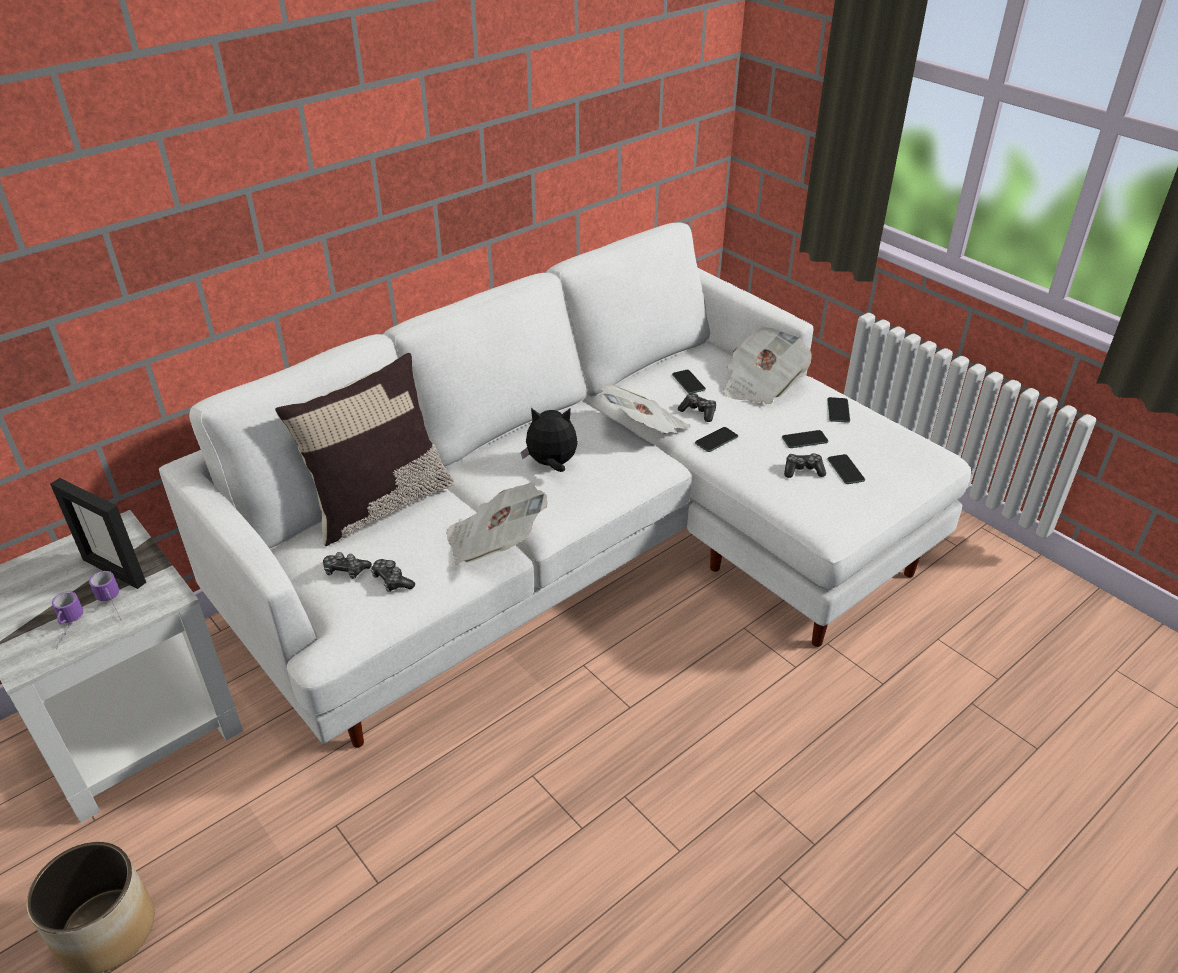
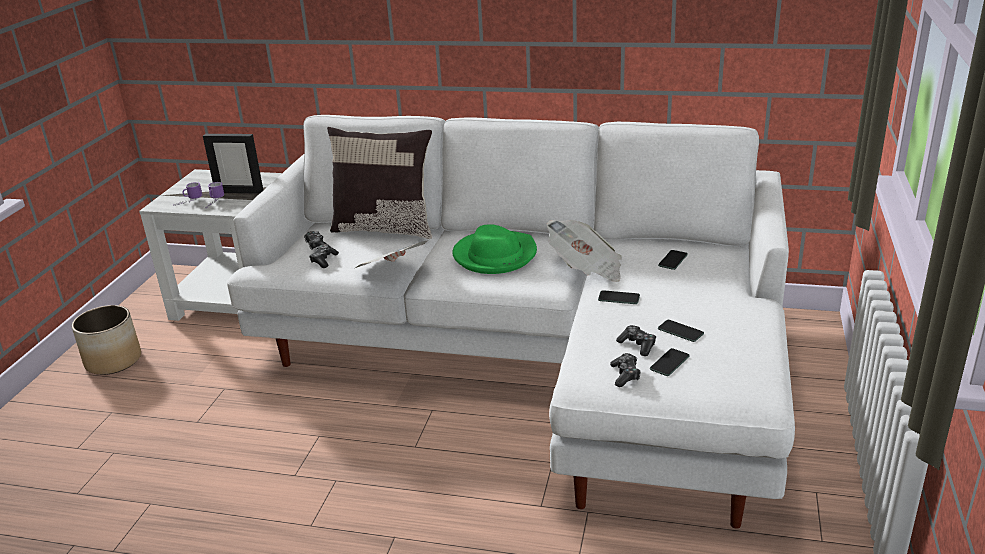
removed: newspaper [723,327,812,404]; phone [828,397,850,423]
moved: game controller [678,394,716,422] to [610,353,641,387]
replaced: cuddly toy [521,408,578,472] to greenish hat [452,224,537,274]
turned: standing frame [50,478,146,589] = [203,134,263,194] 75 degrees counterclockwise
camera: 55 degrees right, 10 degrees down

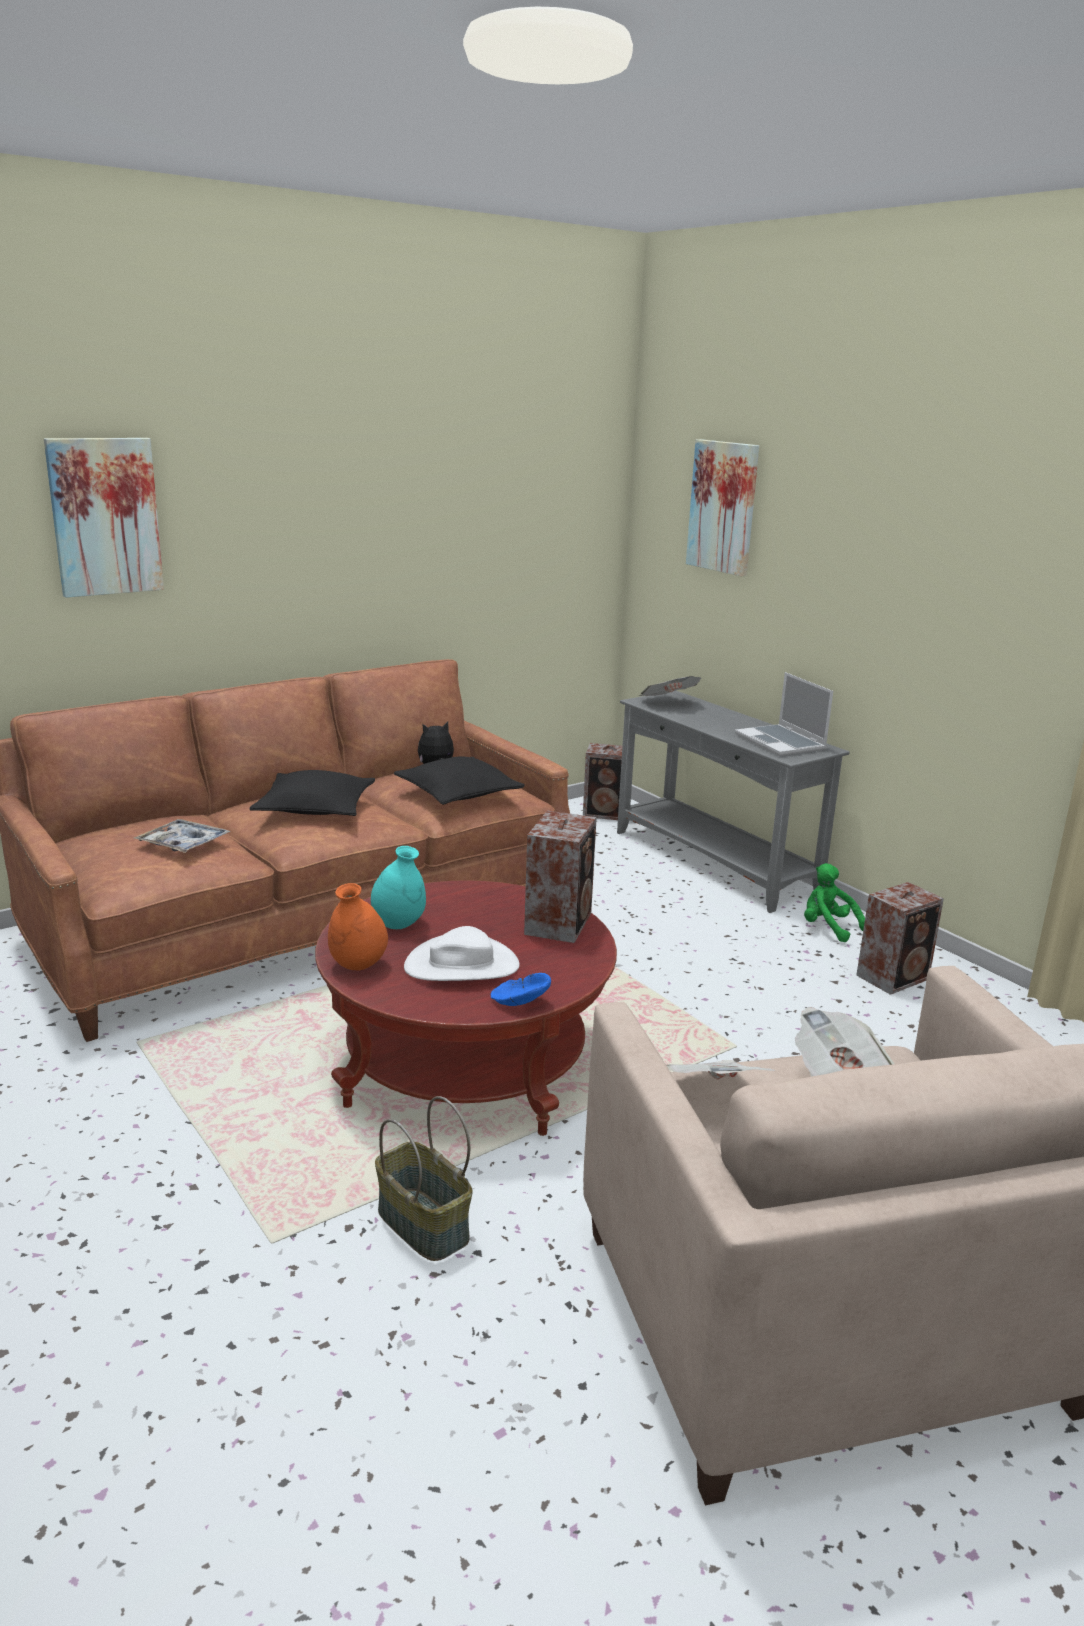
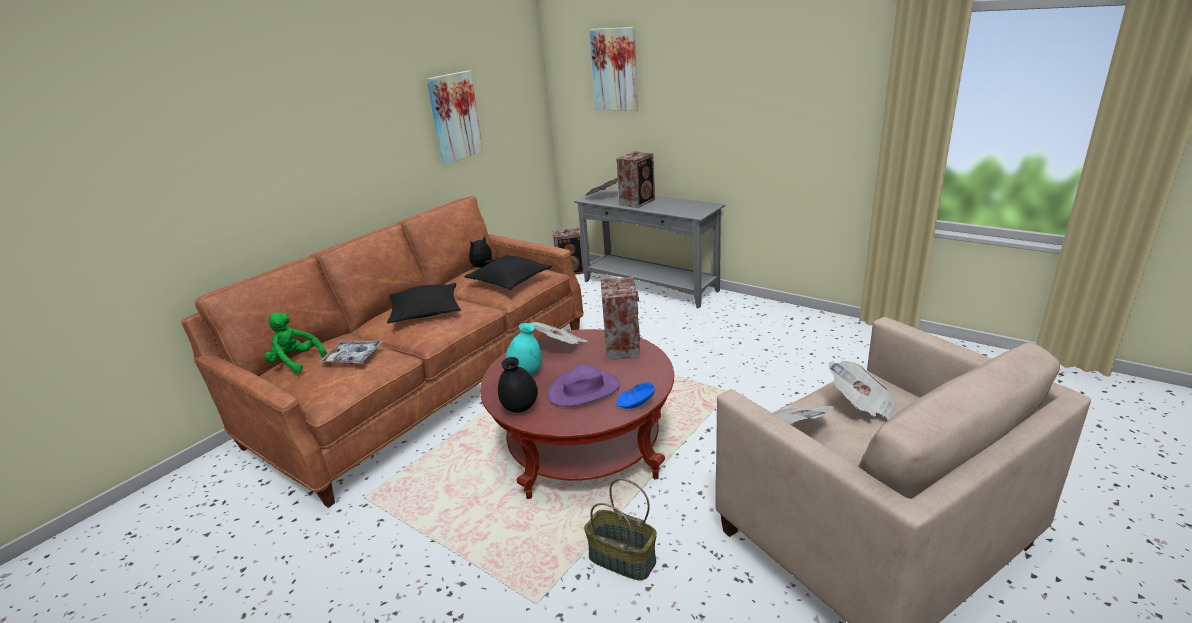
removed: notebook computer [735,672,833,756]
added: newspaper [530,322,588,344]
moved: wall picture [44,438,164,598] to [426,71,483,164]; greenish cuddly toy [804,863,865,942] to [264,312,327,374]; speaker [856,882,944,995] to [616,151,655,208]
recoloured: orange vase [328,883,388,971] to black-coloured vase [498,357,538,413]; whitish hat [404,926,520,981] to purplish hat [548,364,620,407]
camera: 15 degrees left, 5 degrees up

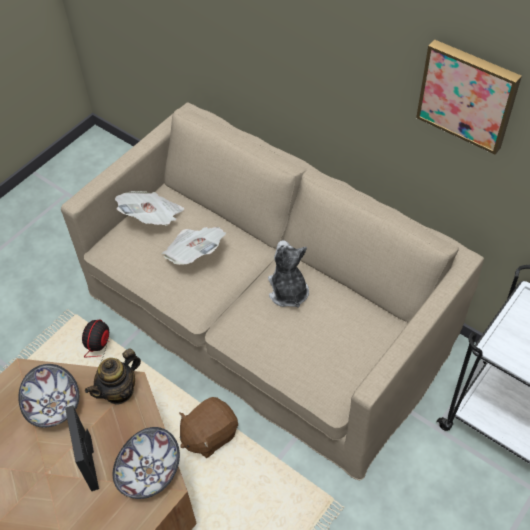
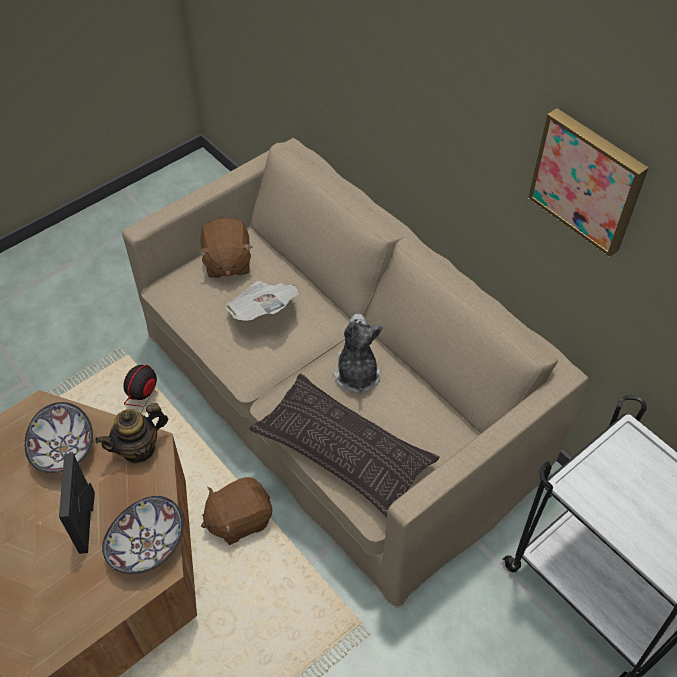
added: throw pillow [249,374,439,517]
replaced: newspaper [115,191,184,225] to brownish cuddly toy [198,217,253,278]
camera: 10 degrees right, 0 degrees up

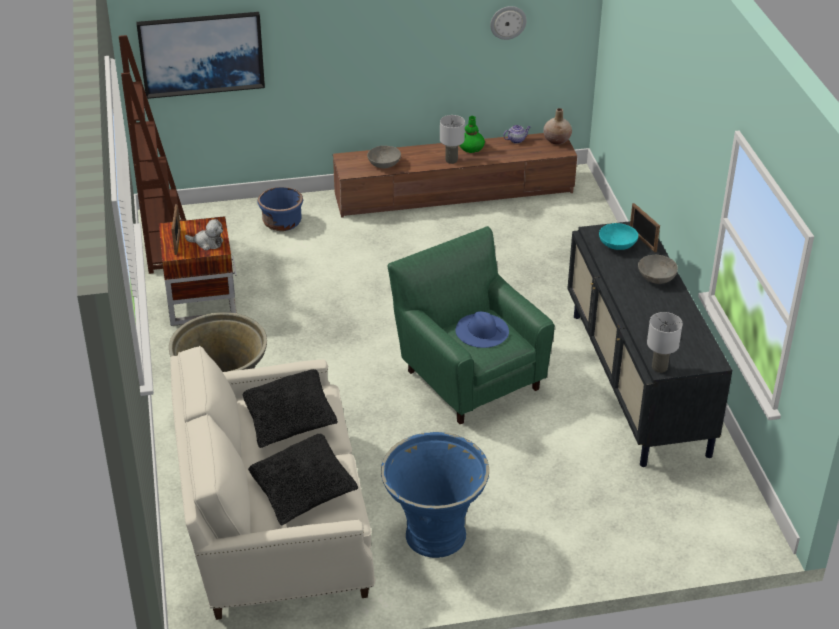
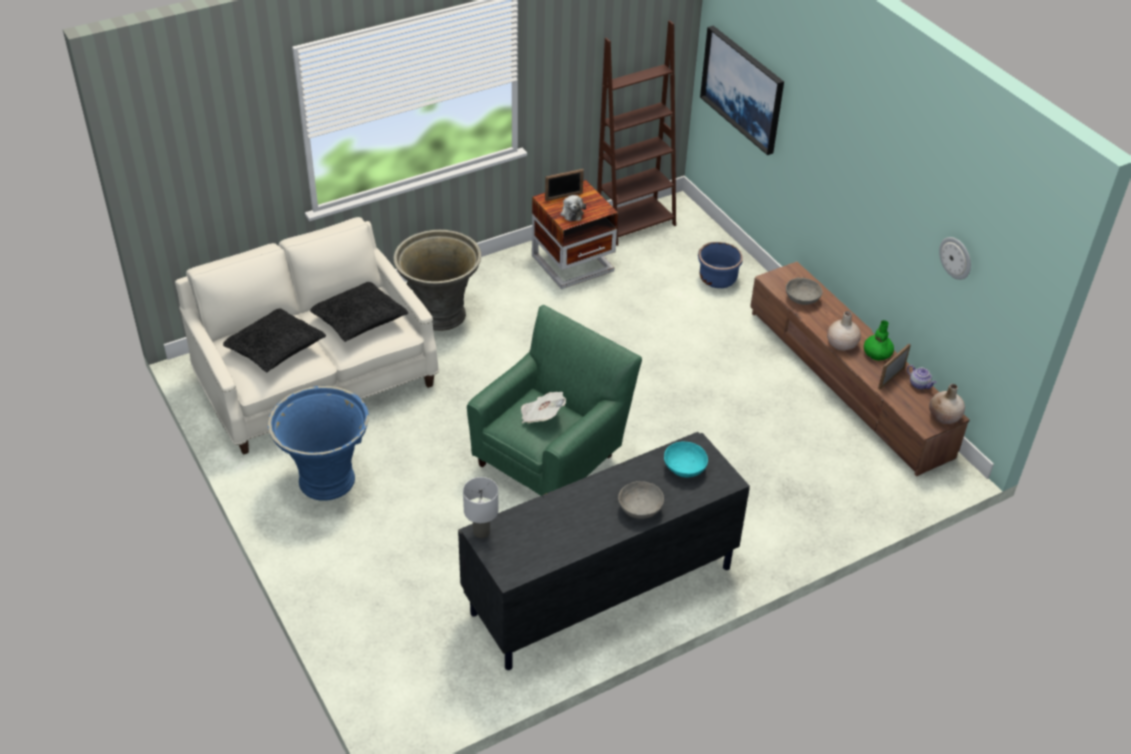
moved: standing frame [630,203,660,252] to [878,344,911,389]
replaced: whitish table lamp [440,115,465,164] to beige vase [827,311,861,351]; blue-coloured hat [455,312,509,348] to newspaper [521,392,566,423]
camera: 70 degrees right, 5 degrees up

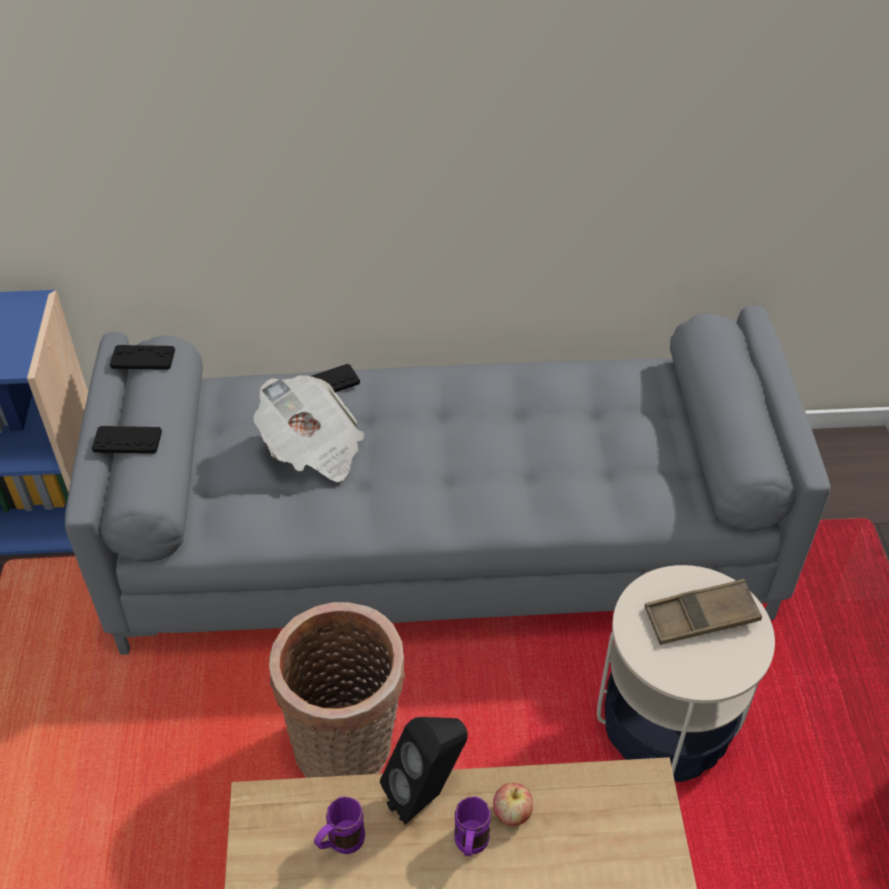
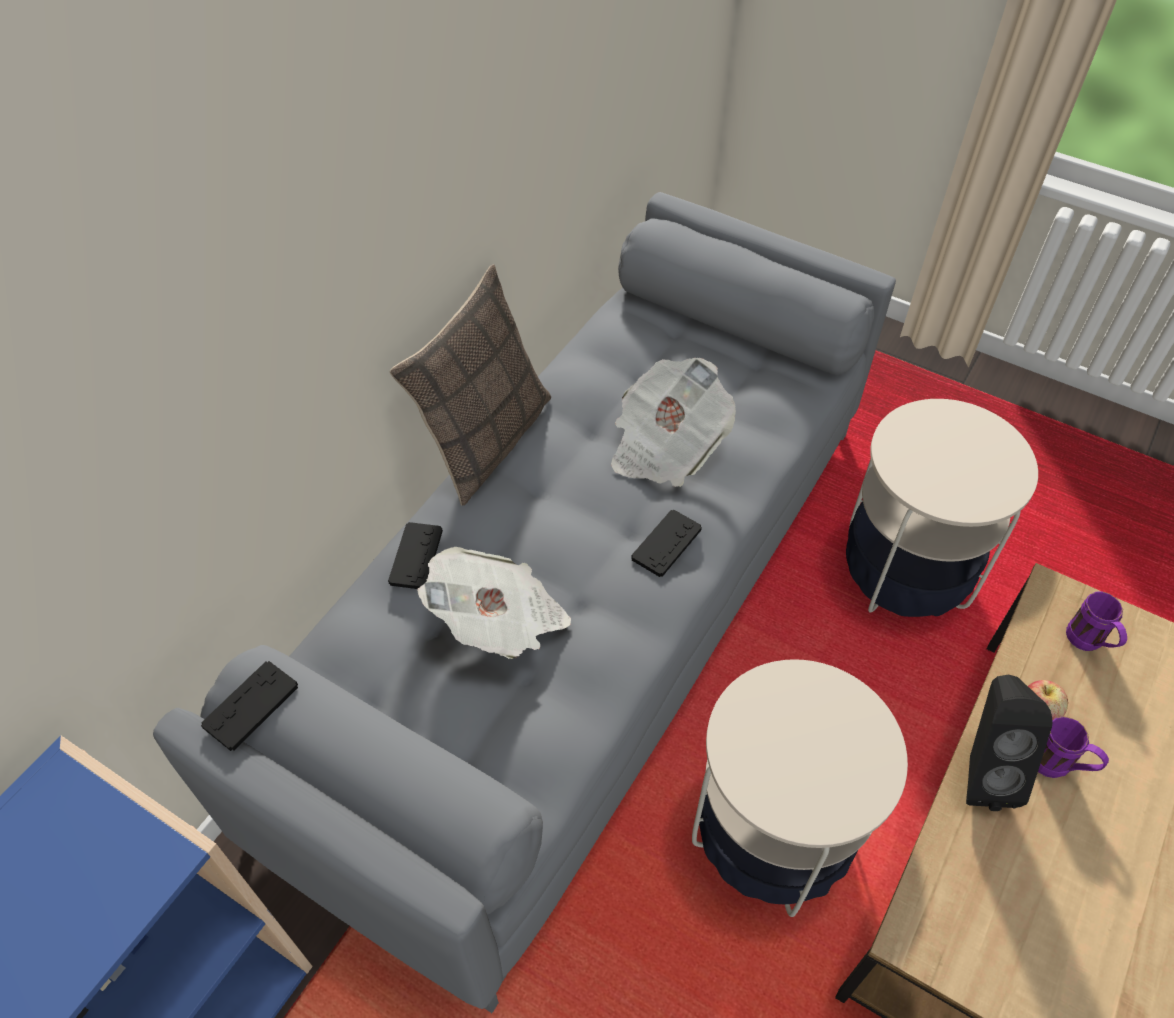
removed: brownish tray [645,579,762,645]
added: throw pillow [390,264,551,506]; newspaper [611,358,736,487]
moved: black-coloured game controller [92,426,162,454] to [631,510,702,577]; purplish coffee mug [314,797,365,854] to [1066,592,1127,651]
replaced: basket [269,602,405,778] to beige accent table [692,659,908,917]
camera: 55 degrees left, 5 degrees up

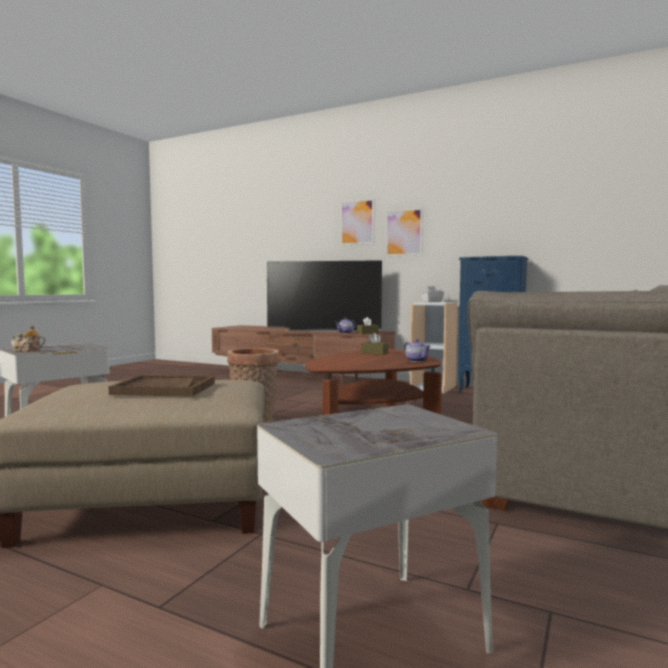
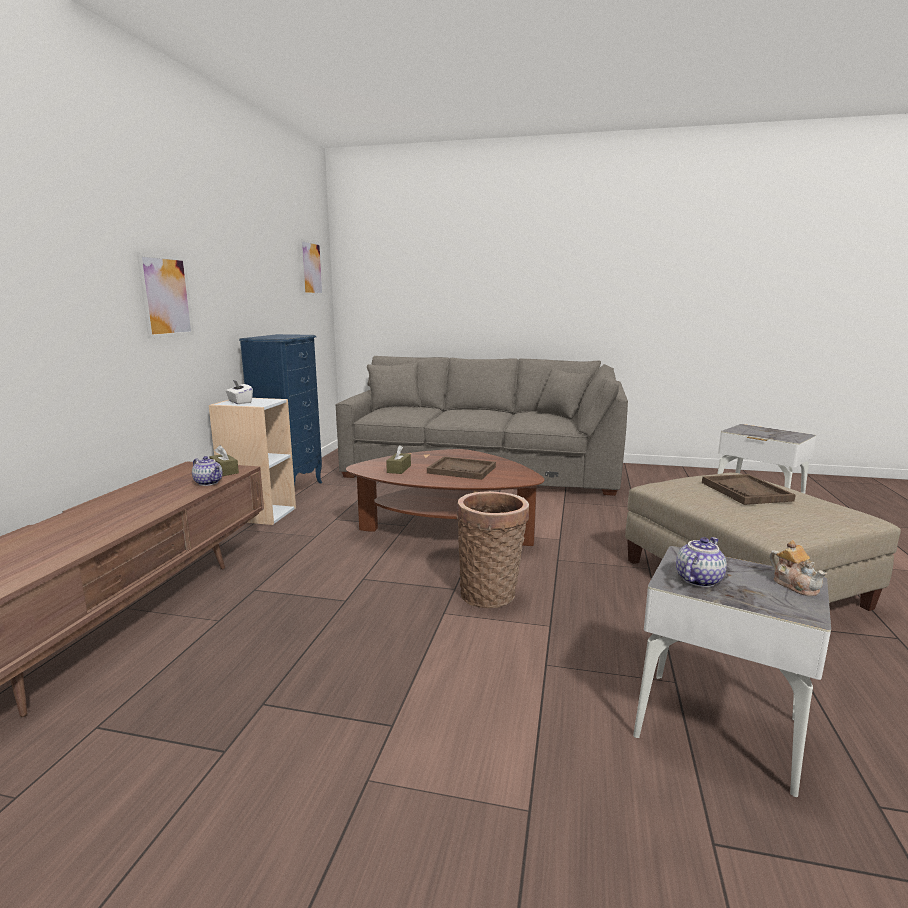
removed: television [267,260,382,332]
added: brownish tray [427,457,496,480]
moved: wall picture [340,198,375,246] to [299,239,324,295]; teapot [404,339,431,362] to [676,537,727,587]
camera: 105 degrees left, 10 degrees up

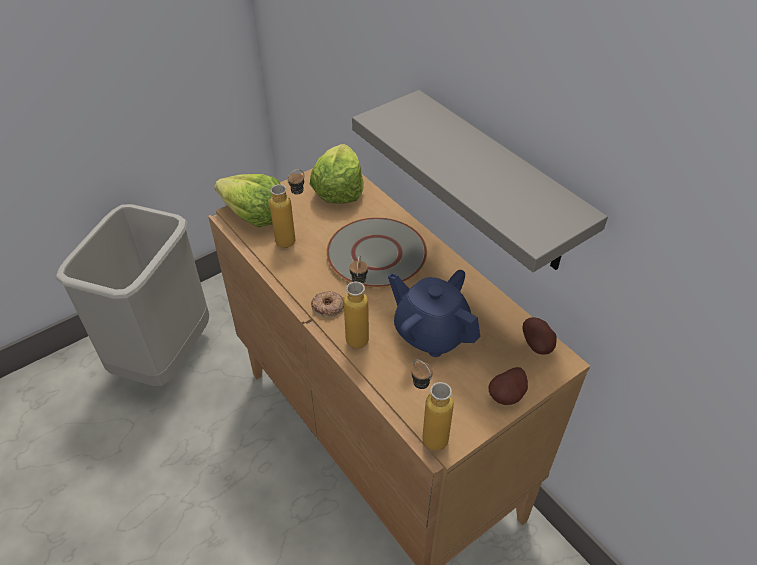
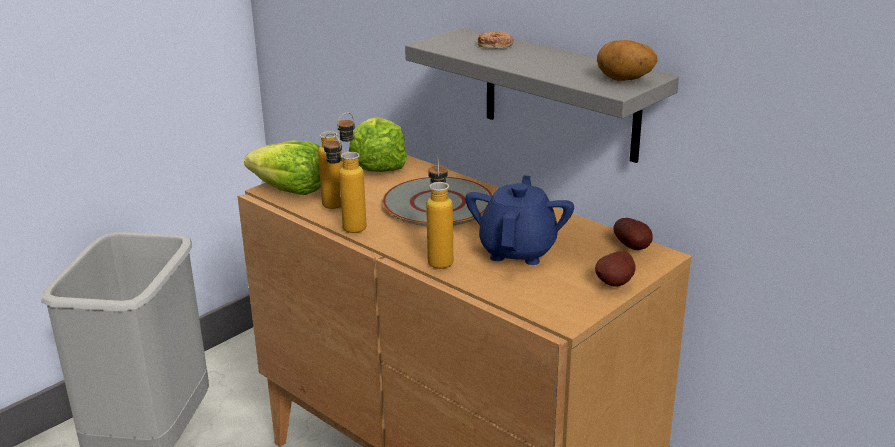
added: spud [597,40,658,81]
moved: doughnut [311,291,344,317] to [478,31,514,48]; bottle [412,359,454,451] to [324,133,367,233]
turned: blue-coloured teapot [388,270,480,357] = [465,175,574,265] 75 degrees clockwise
camera: 10 degrees left, 20 degrees down

